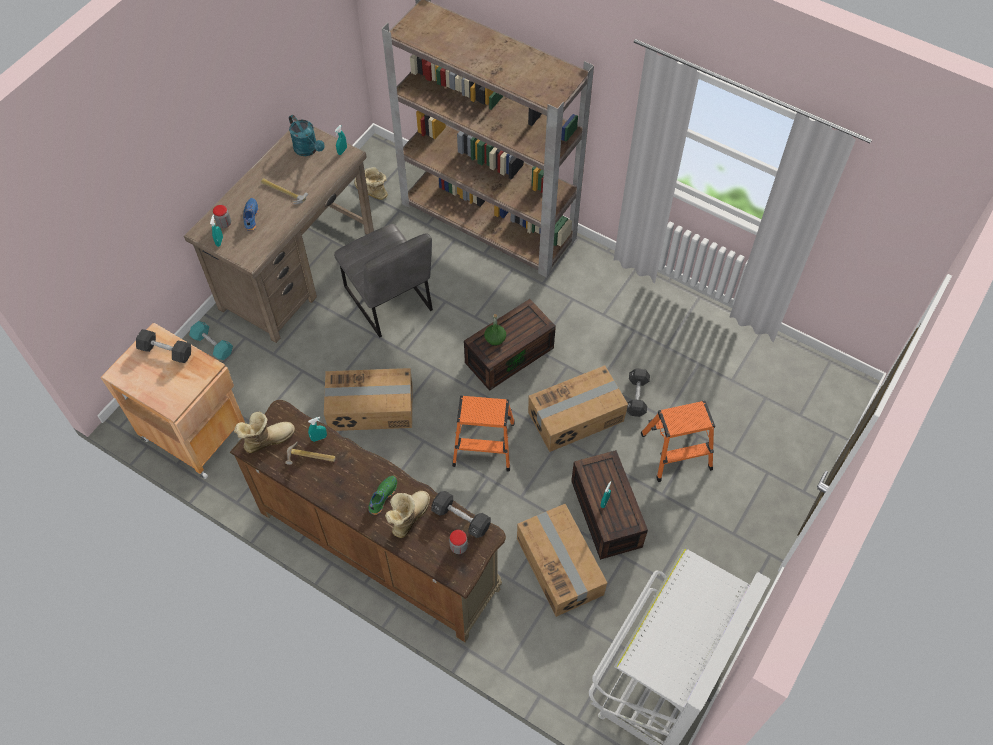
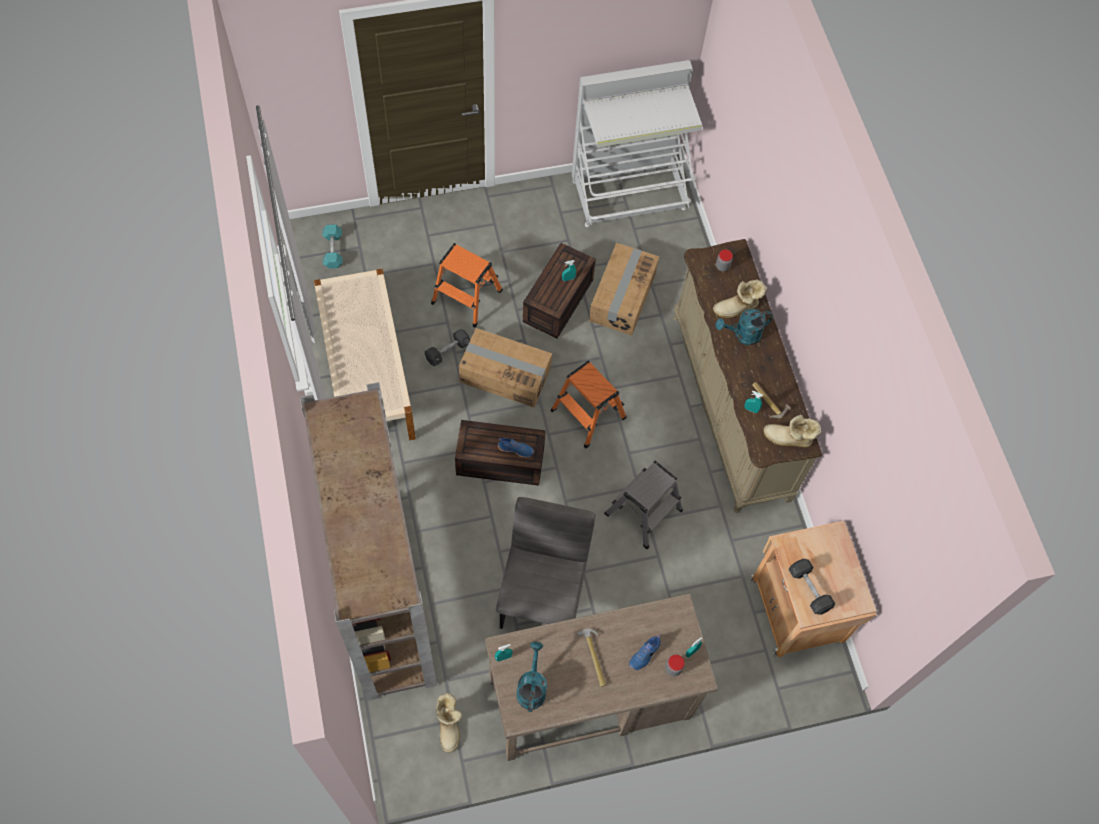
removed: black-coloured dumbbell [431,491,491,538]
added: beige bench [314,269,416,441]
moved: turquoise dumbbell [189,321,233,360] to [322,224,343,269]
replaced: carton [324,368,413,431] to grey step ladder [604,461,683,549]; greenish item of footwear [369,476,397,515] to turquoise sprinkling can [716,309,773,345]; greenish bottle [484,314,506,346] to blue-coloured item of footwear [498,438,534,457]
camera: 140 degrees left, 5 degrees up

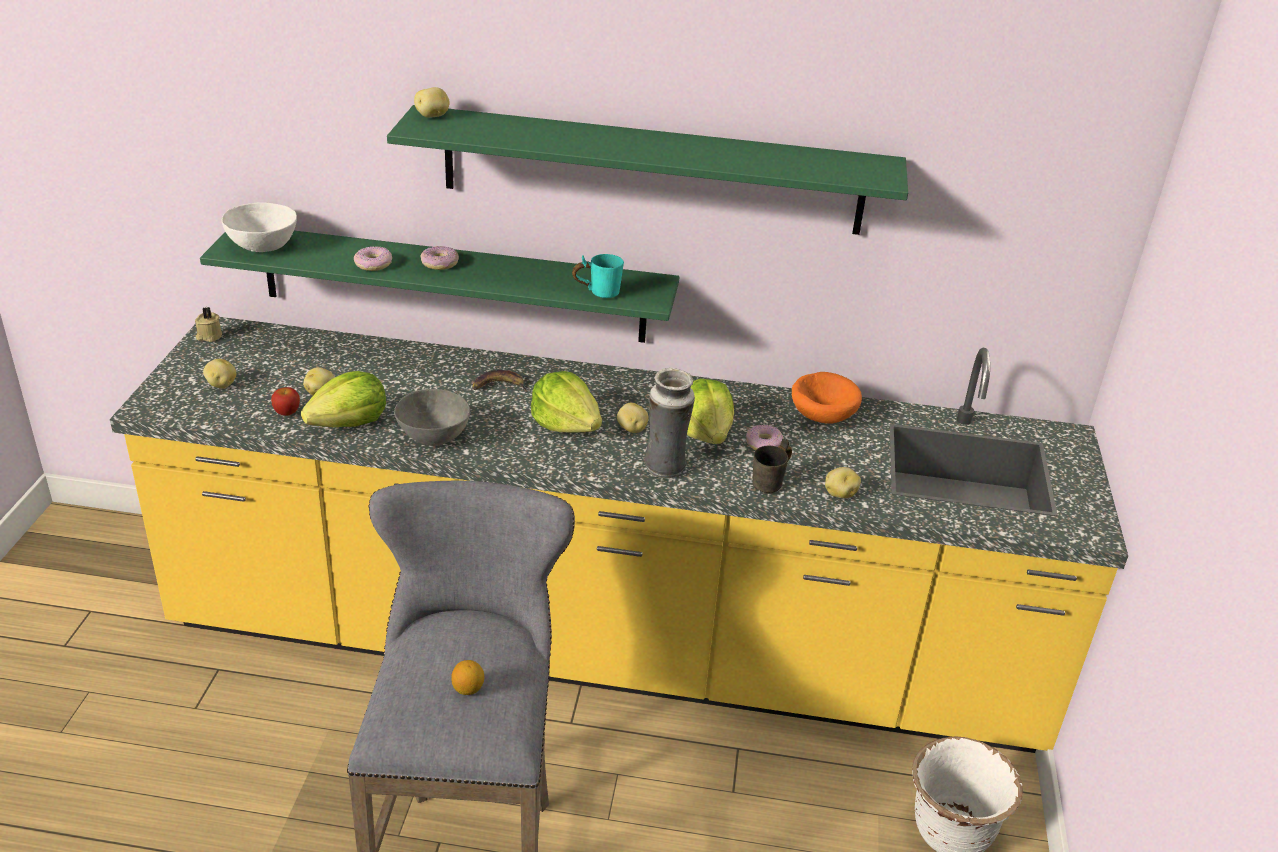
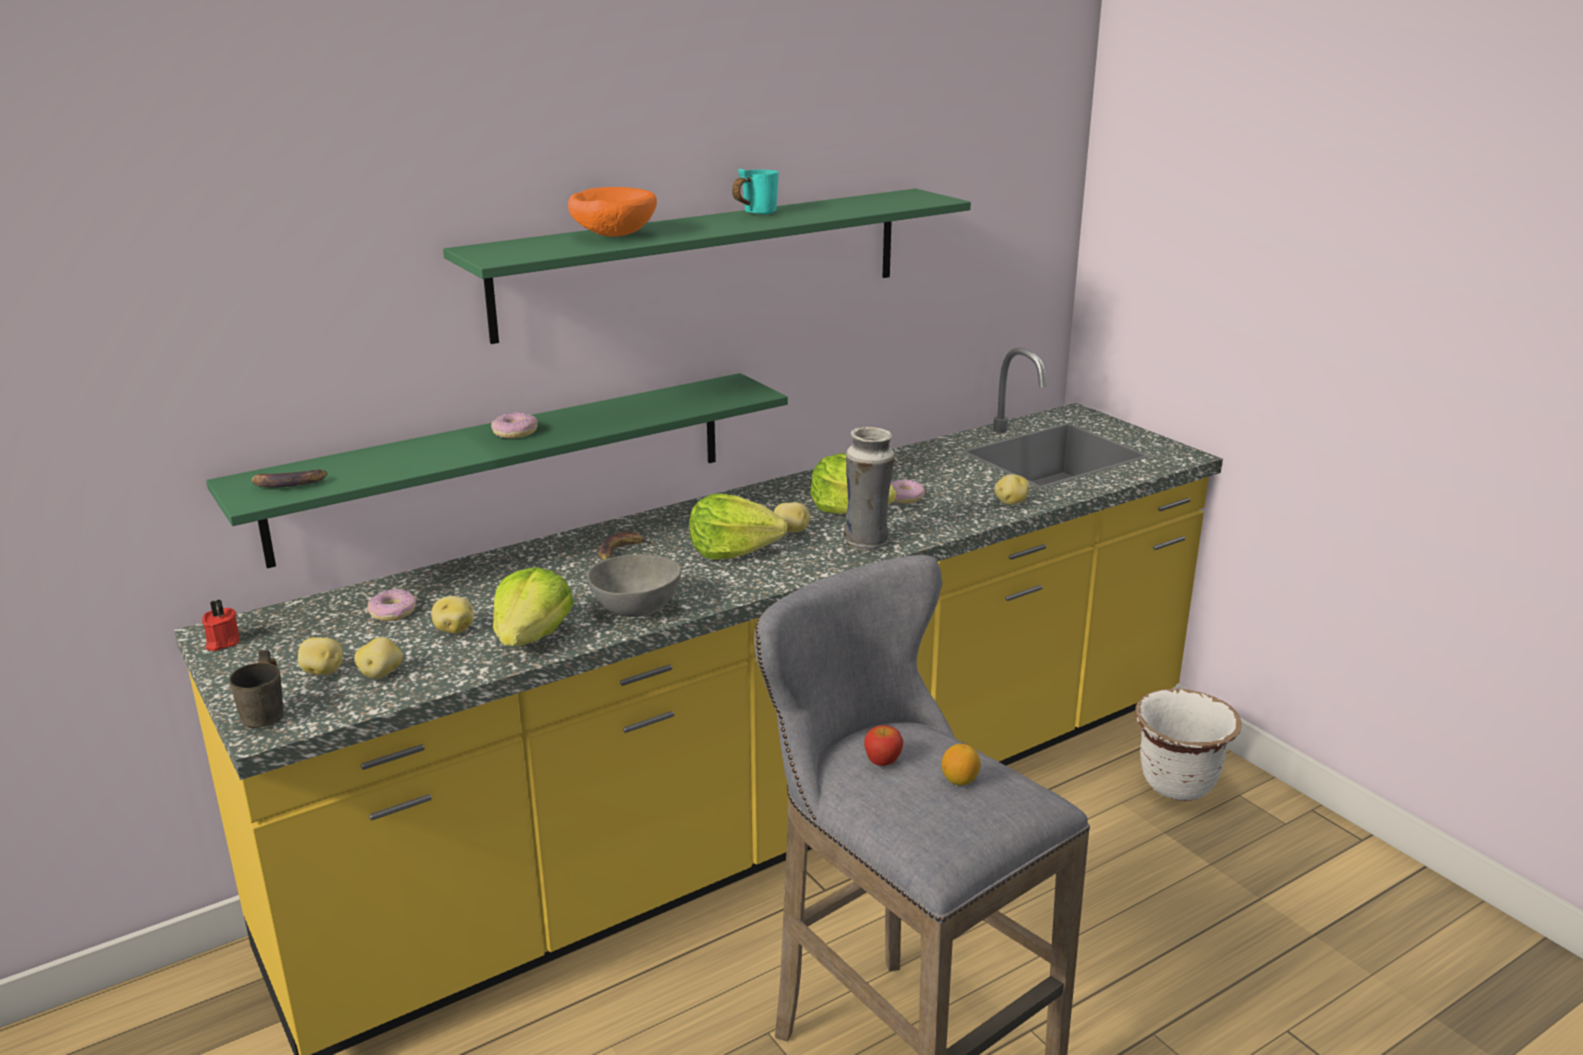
moved: apple fruit [271,387,300,416] to [864,725,903,766]; doughnut [354,246,392,271] to [368,589,416,621]; spud [414,87,450,118] to [354,637,403,679]; turquoise coffee mug [572,254,624,298] to [732,169,779,215]; grey coffee mug [753,439,792,493] to [229,650,284,728]; orange deep dish [792,372,862,424] to [568,187,657,237]
replaced: whitish deep dish [222,203,297,252] to banana [251,470,327,487]
recoloured: beige candle [195,307,222,342] to red-coloured candle [202,599,240,651]
camera: 40 degrees left, 10 degrees down

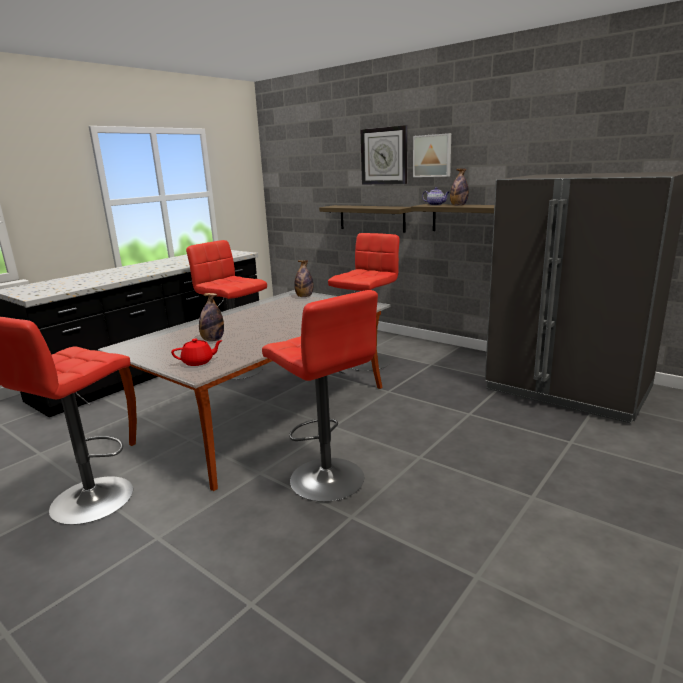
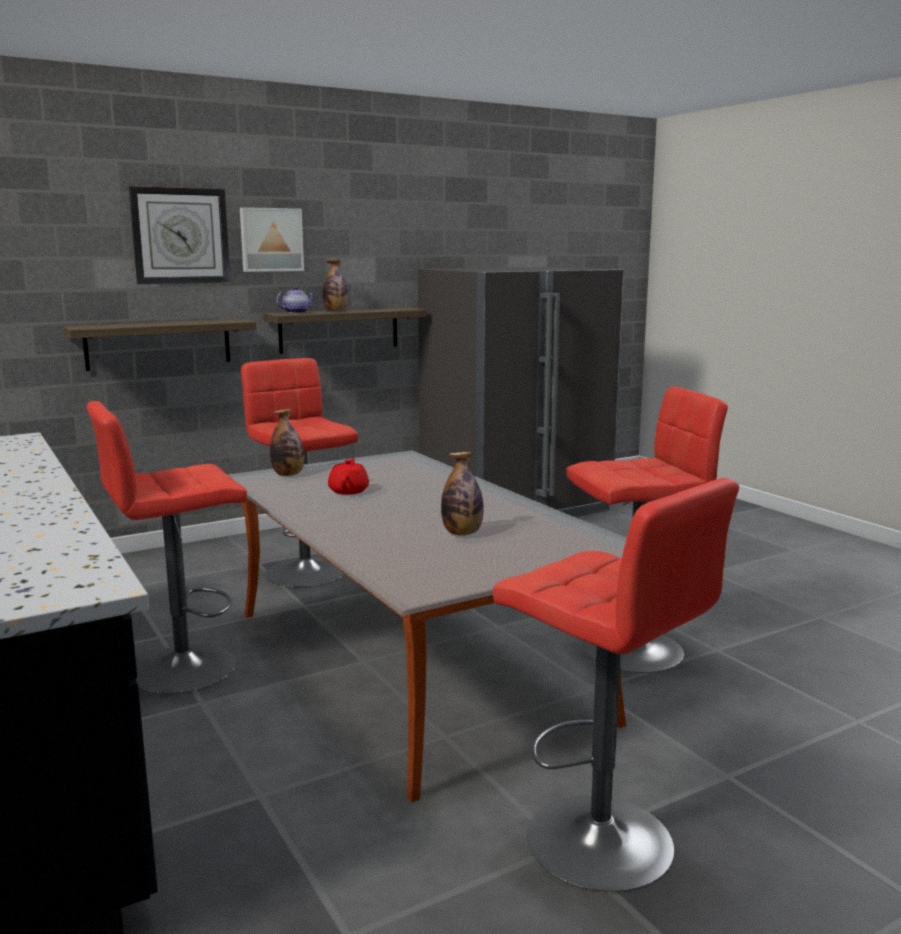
moved: red-coloured teapot [171,339,223,366] to [328,458,369,495]
camera: 70 degrees left, 5 degrees down

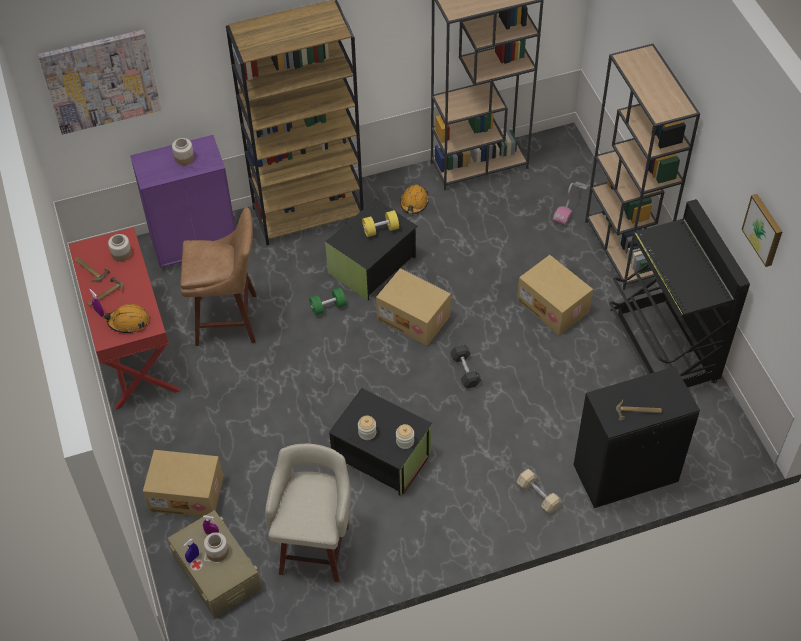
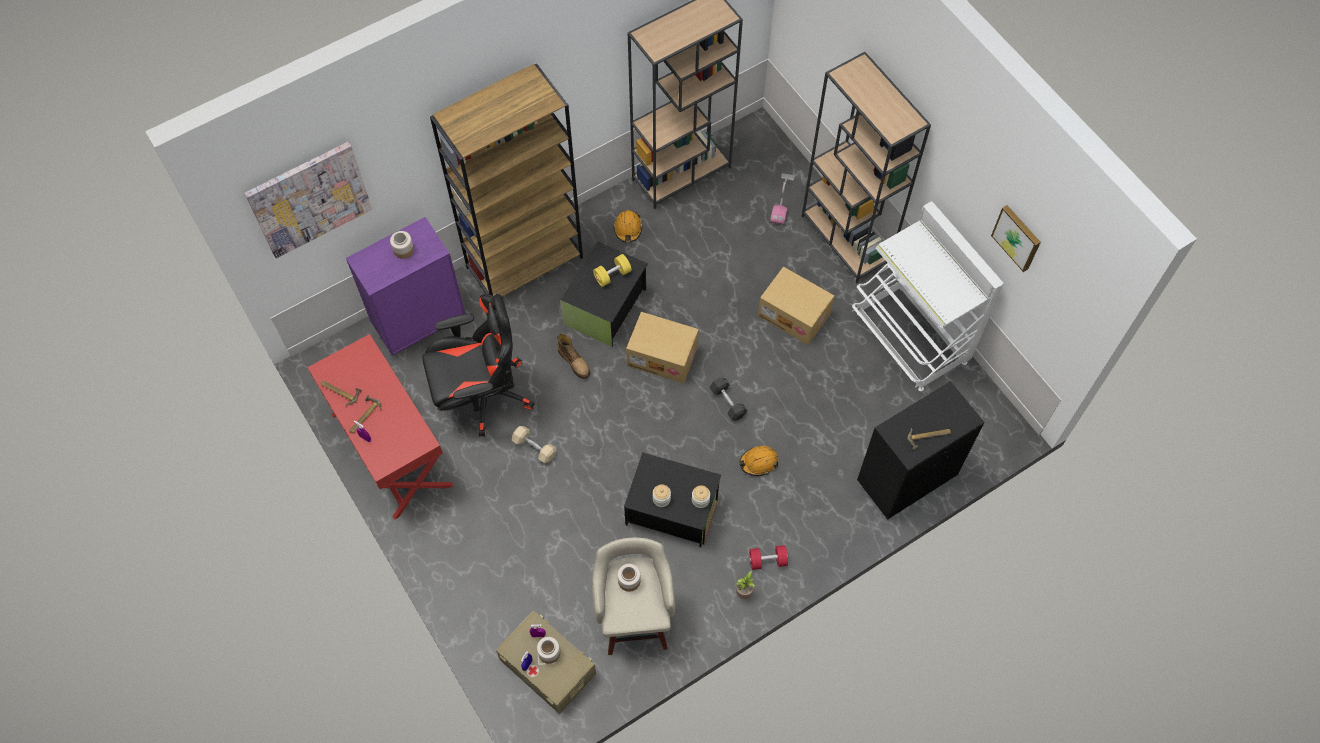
removed: carton [143,450,223,517]
added: potted plant [736,570,755,599]; red-coloured dumbbell [749,545,788,570]
moved: orange work helmet [104,304,149,334] to [739,446,778,476]; preserve jar [108,234,132,262] to [618,564,641,592]; beige dumbbell [517,469,562,513] to [512,426,556,463]
replaced: brownish stool seat [180,207,256,346] to black-coloured desk chair [422,294,534,436]; greenish dumbbell [309,288,347,316] to tall boot [557,333,590,379]
recoloured: black-coloured shoe rack [609,199,750,387] to whitish shoe rack [852,201,1004,391]
camera: 15 degrees left, 10 degrees up

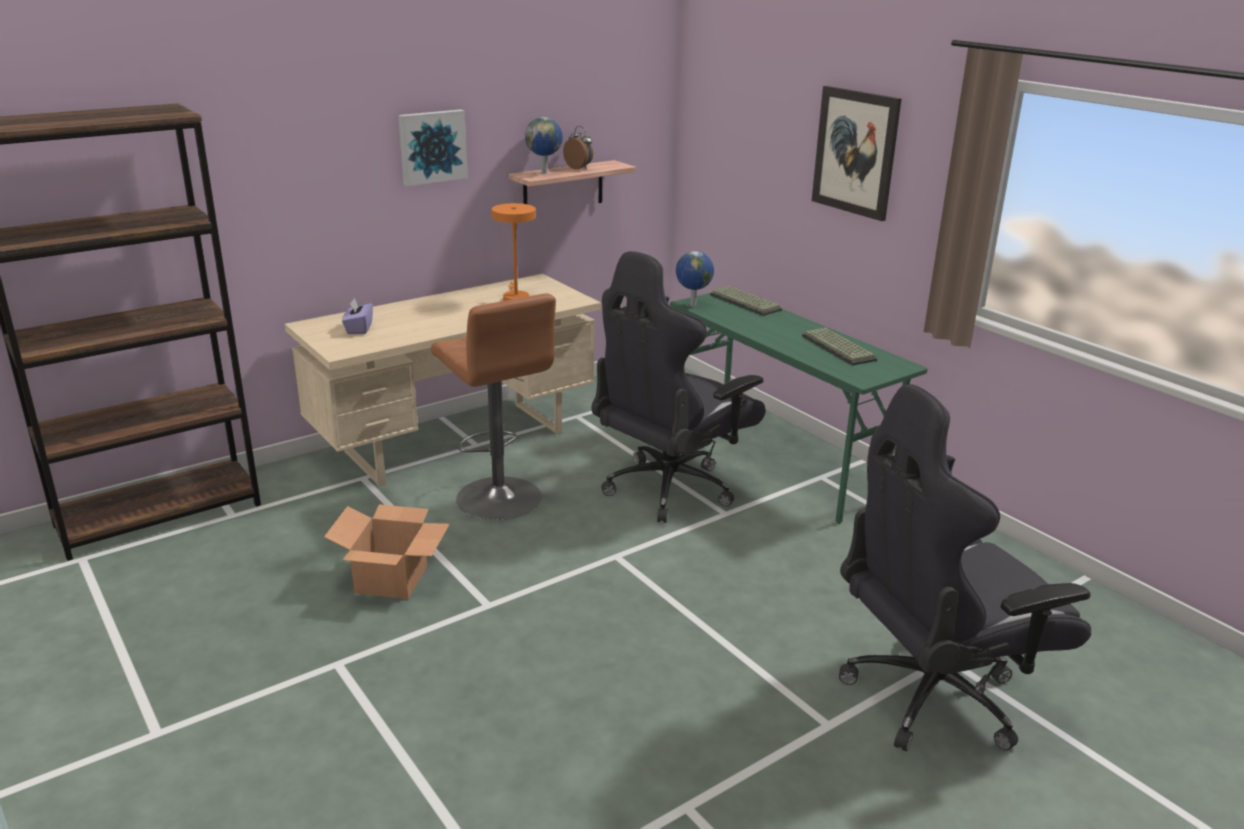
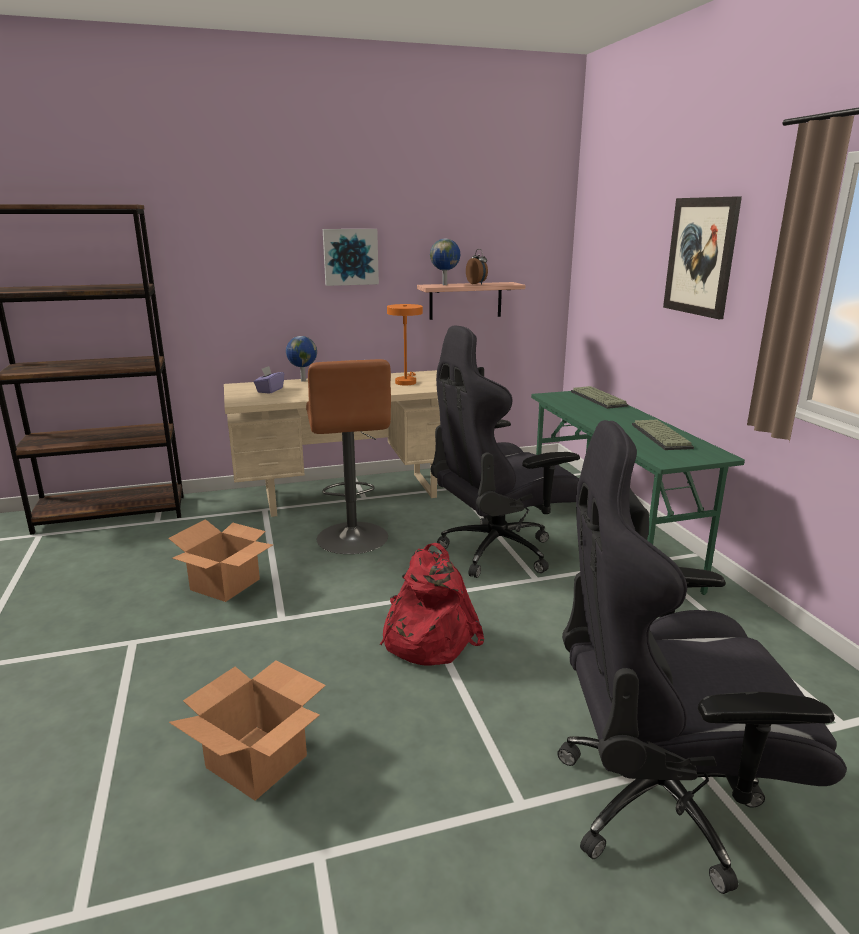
added: carton [169,660,326,801]; red-coloured backpack [380,543,484,665]
moved: desk globe [676,251,714,307] to [286,336,317,382]
camera: 20 degrees right, 5 degrees down

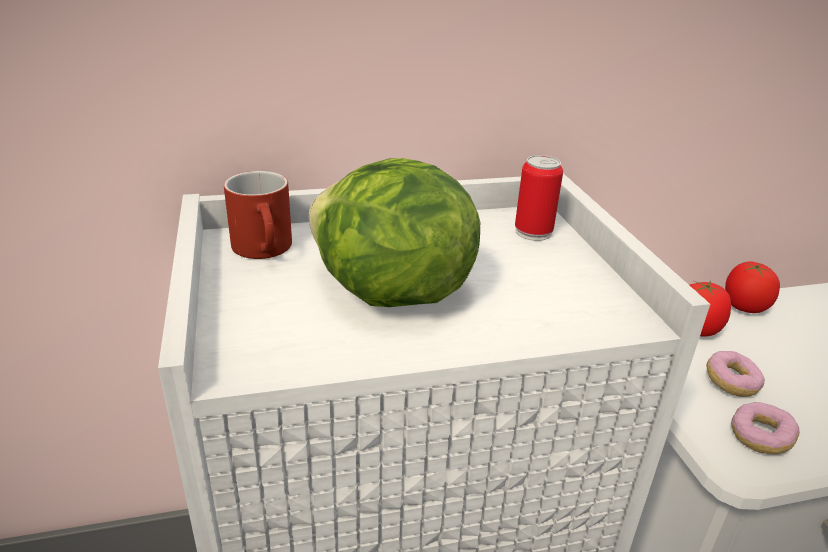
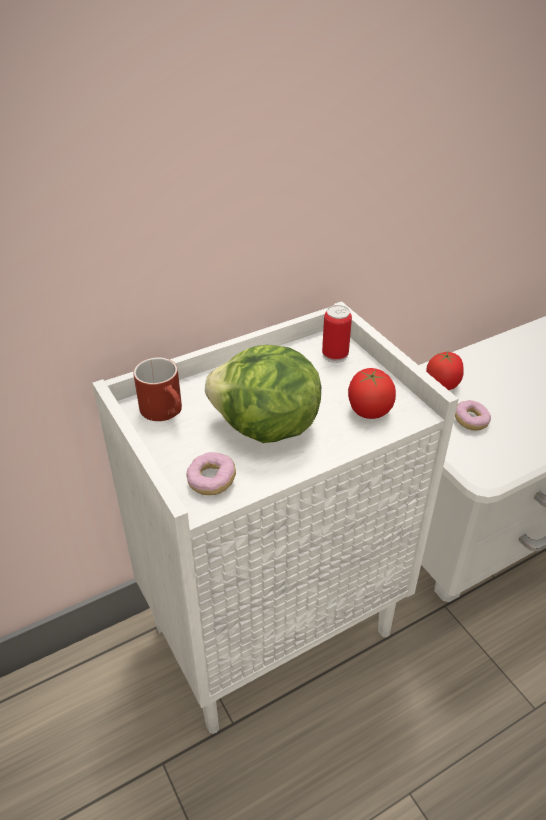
moved: tomato [725,261,780,313] to [348,368,396,419]; doughnut [731,402,800,454] to [186,452,236,495]
camera: 15 degrees left, 10 degrees up

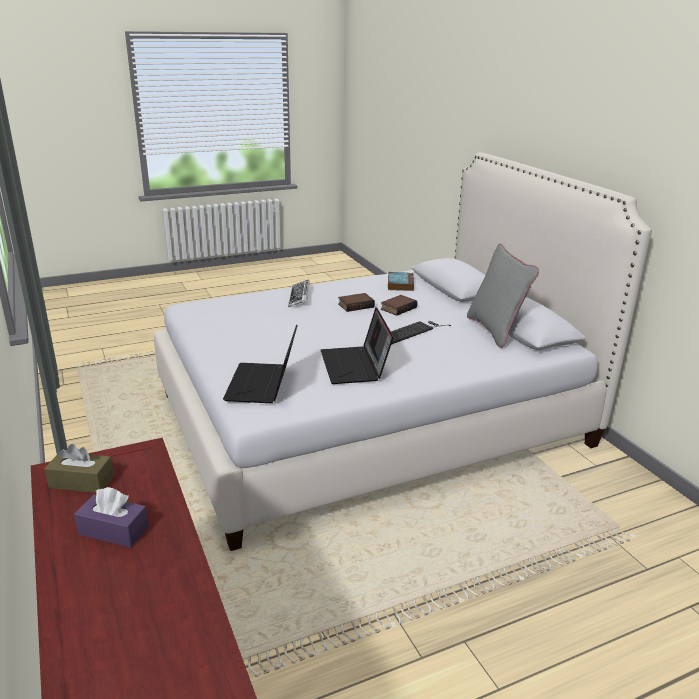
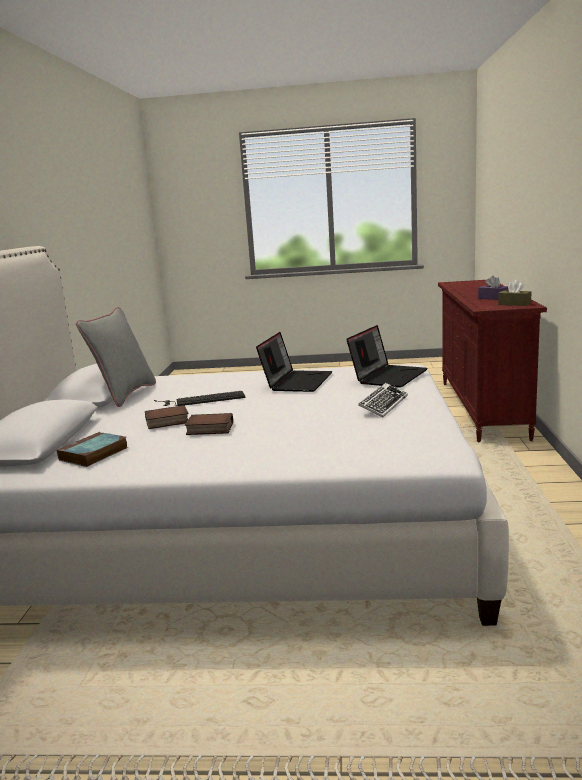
moved: PC keyboard [288,280,310,307] to [358,383,408,417]
camera: 150 degrees left, 10 degrees down

